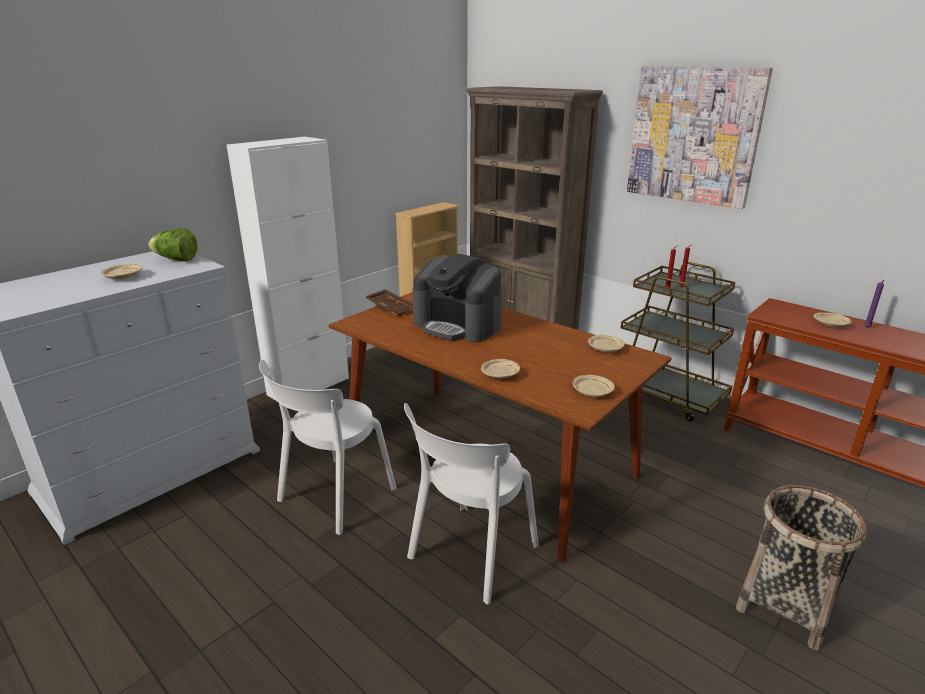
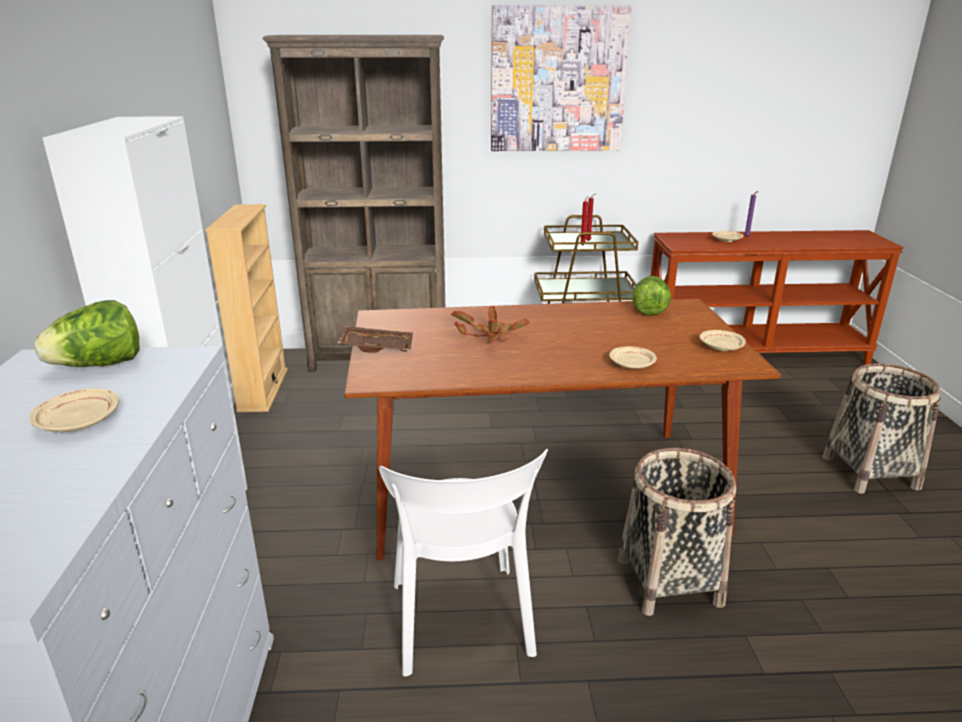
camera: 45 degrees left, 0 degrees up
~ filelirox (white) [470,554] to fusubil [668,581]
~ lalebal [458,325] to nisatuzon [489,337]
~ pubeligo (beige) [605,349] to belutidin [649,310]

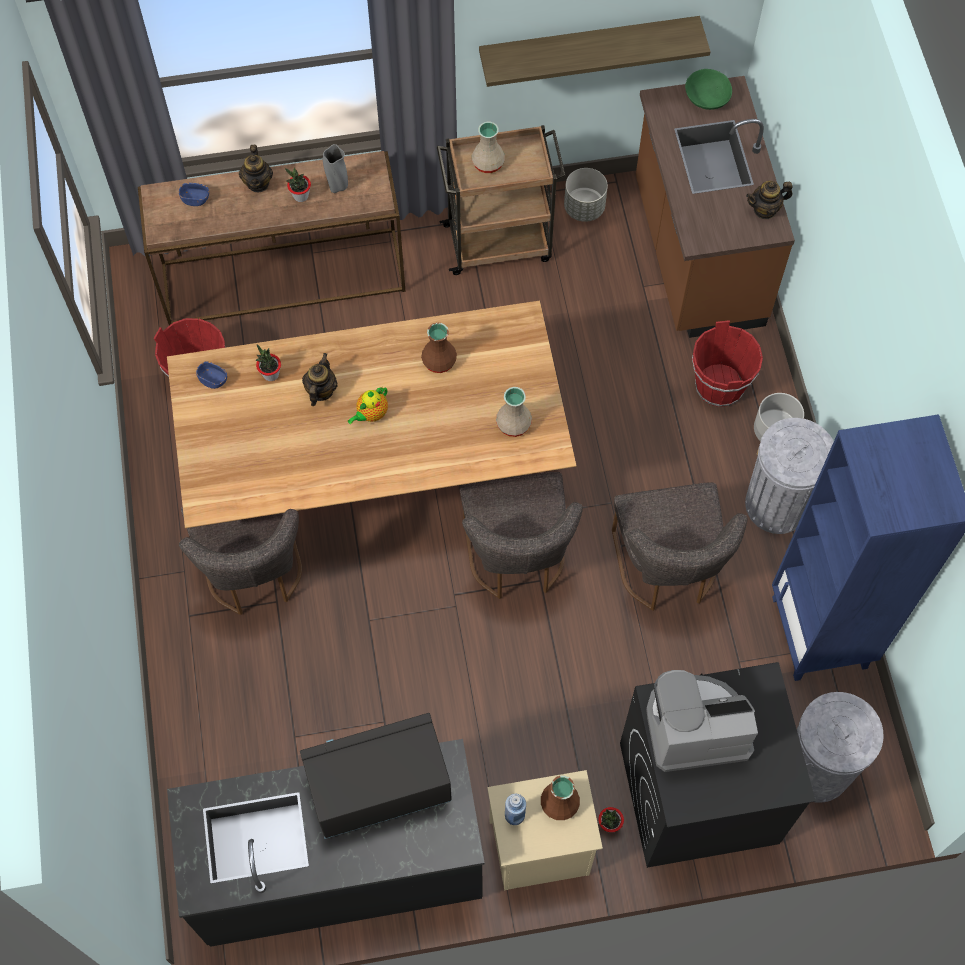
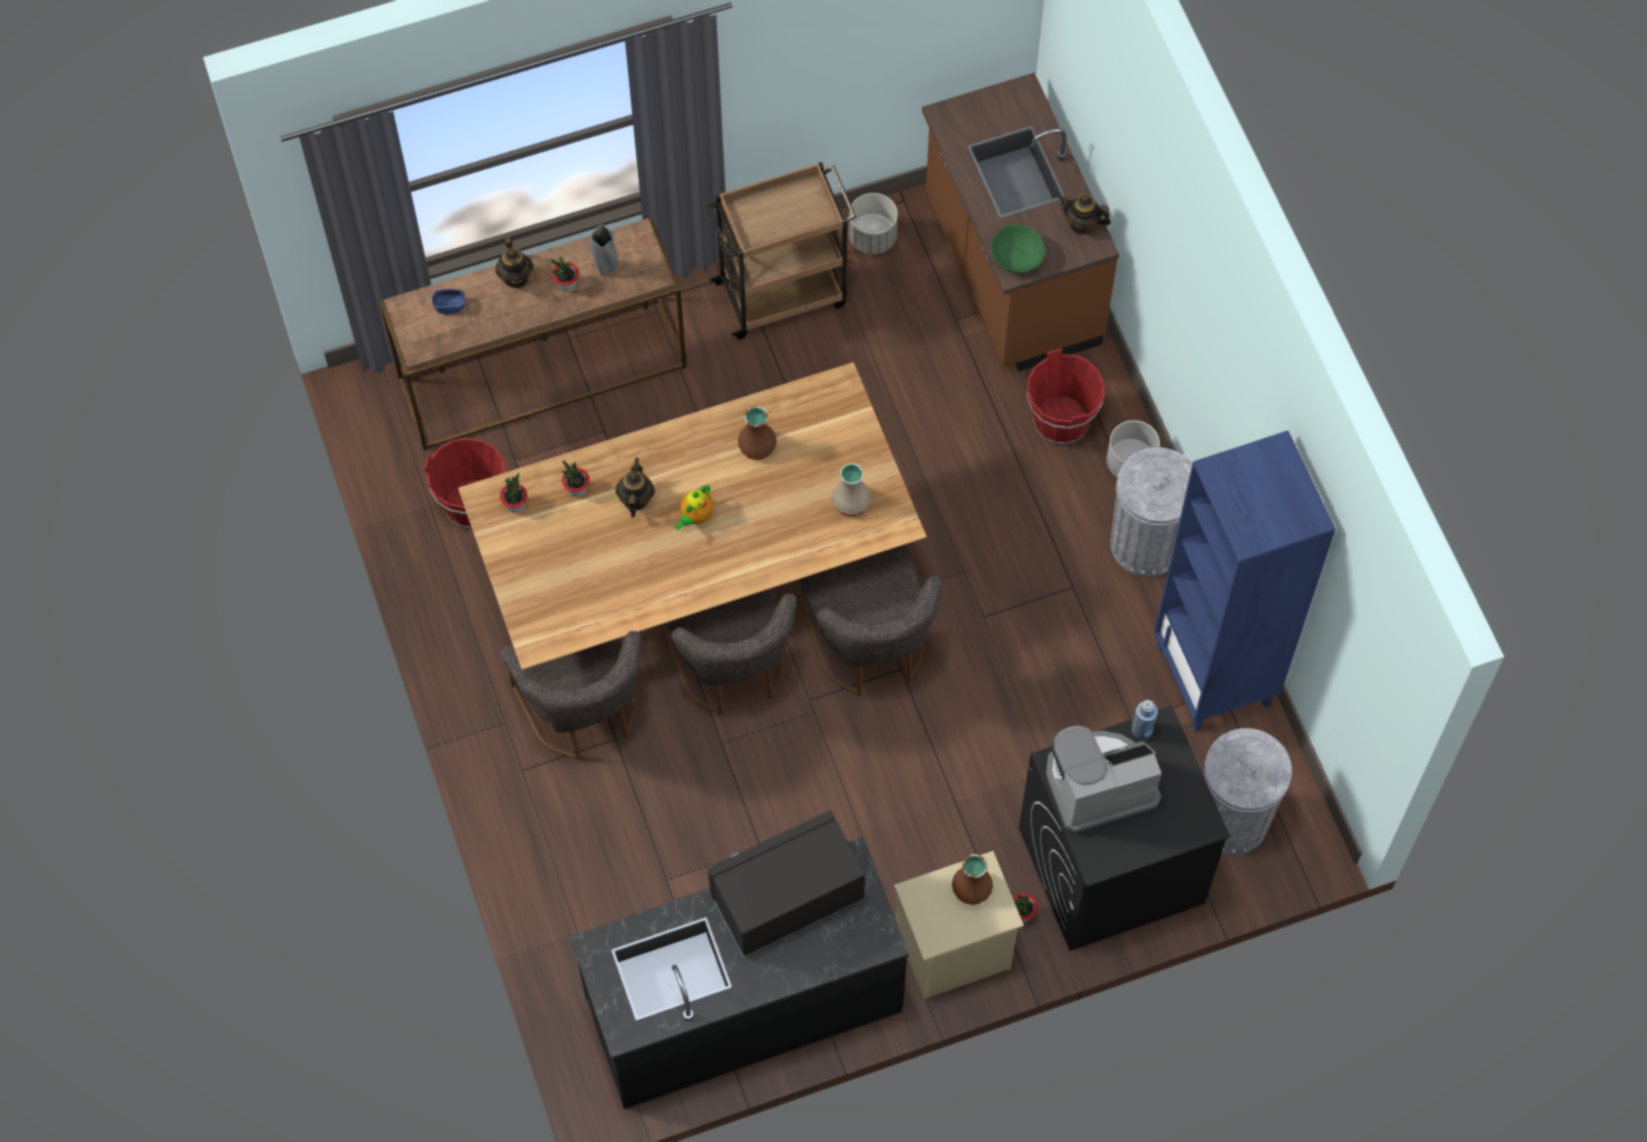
camera: 10 degrees left, 0 degrees up
~ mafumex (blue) [213,380] to nisatuzon [515,505]
- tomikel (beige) [489,163]
- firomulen [588,45]
~ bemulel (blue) [514,815] to [1142,730]
~ filelirox (grey) [667,569] to [732,667]
~ mafumex (green) [706,98] to [1016,258]
~ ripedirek [765,210] = [1082,224] 45 degrees clockwise

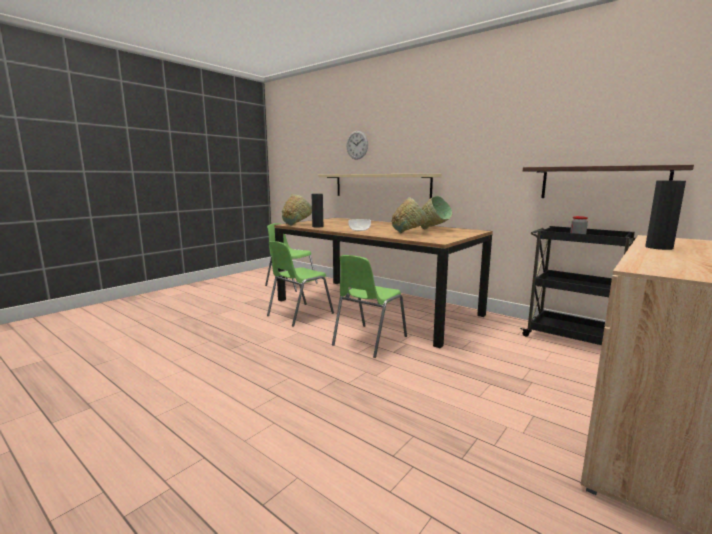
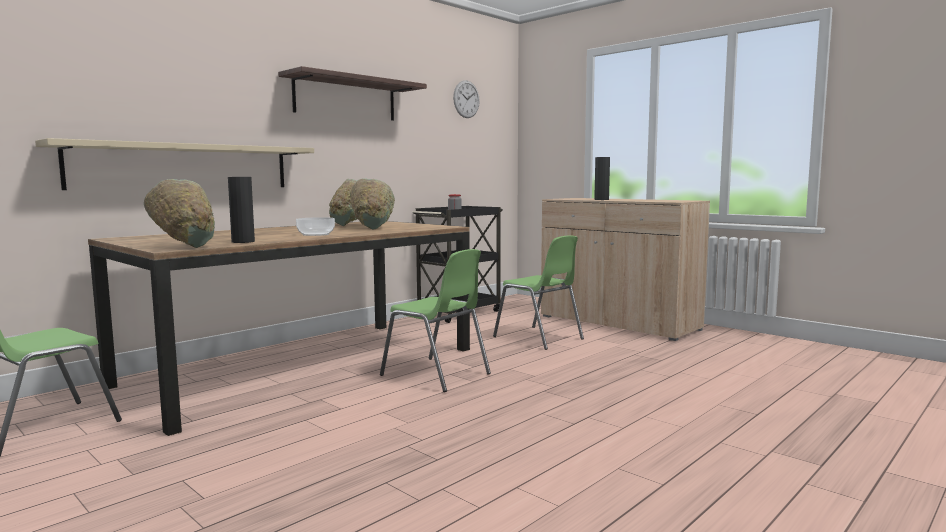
camera: 85 degrees left, 5 degrees down
~ filelirox (green) [299,315] to [539,338]
~ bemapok [357,145] to [466,99]
~ firomulen [602,183] to [345,98]

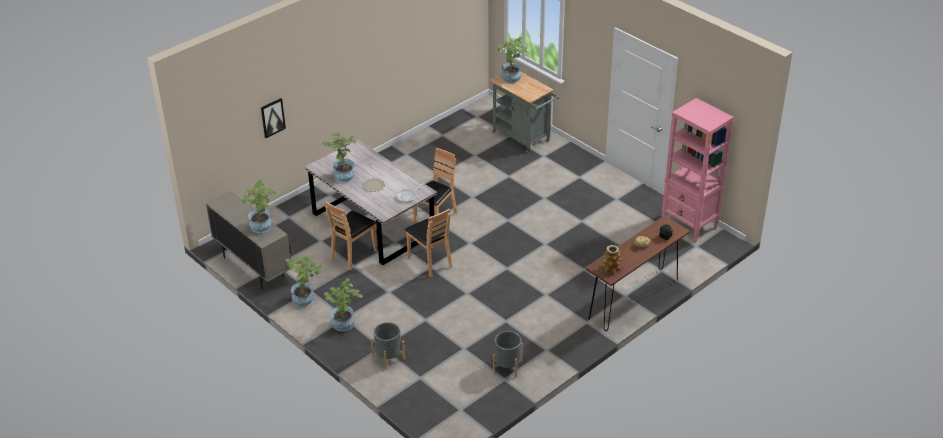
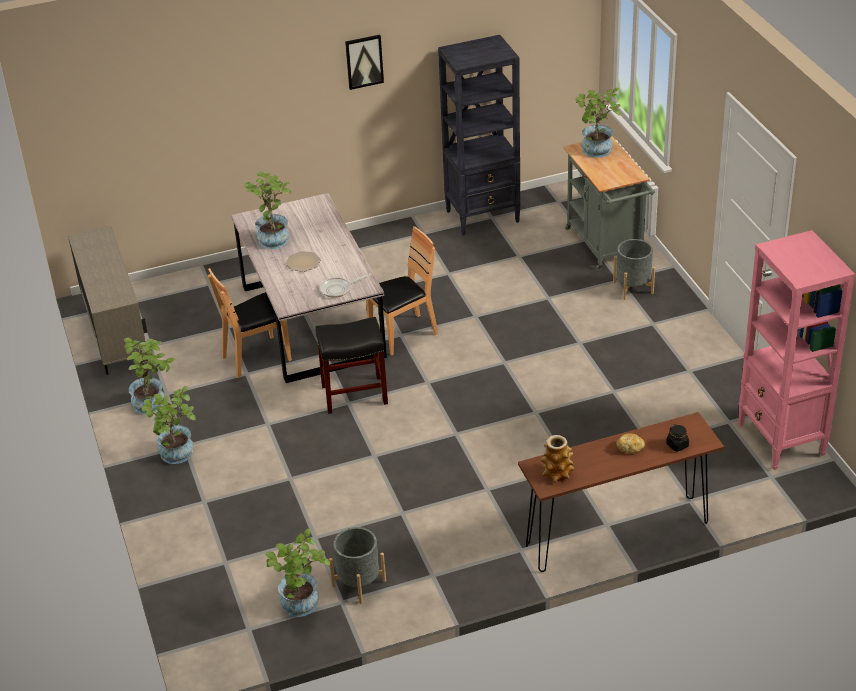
camera: 25 degrees right, 0 degrees up
~ nisatuzon [263,227] to [302,607]
~ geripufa [272,117] to [364,61]
~ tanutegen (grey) [388,357] to [633,287]
~ filelirox (brown) [430,261] to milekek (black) [354,395]
+ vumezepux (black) [483,216]

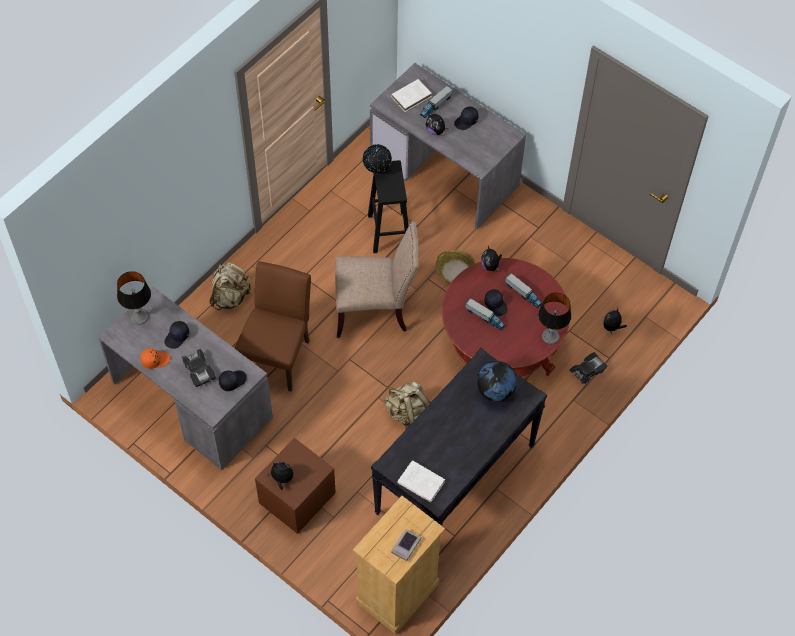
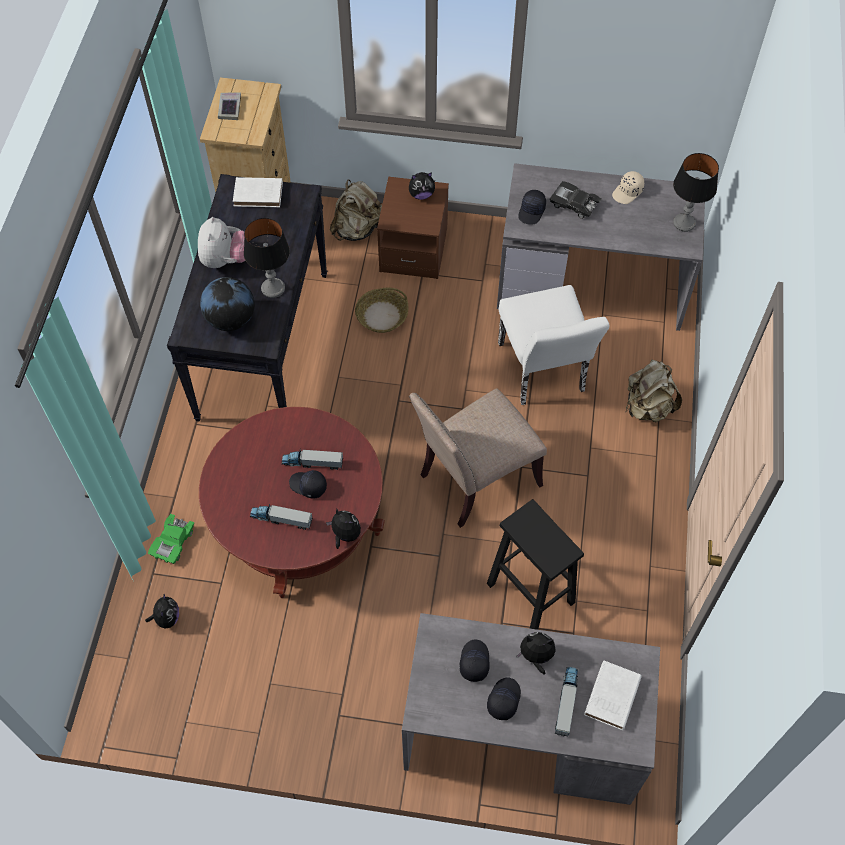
camera: 150 degrees right, 0 degrees up
~ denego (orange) [155,360] to denego (beige) [628,192]
~ denego (black) [177,337] to [473,662]
~ filelirox (brown) [278,354] to filelirox (white) [543,373]
- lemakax [377,169]
~ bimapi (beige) [407,412] to [357,229]
~ fusubil [456,271] to [381,316]
~ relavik [550,336] to [273,288]
~ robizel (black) [587,371] to robizel (green) [173,542]
+ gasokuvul [225,260]

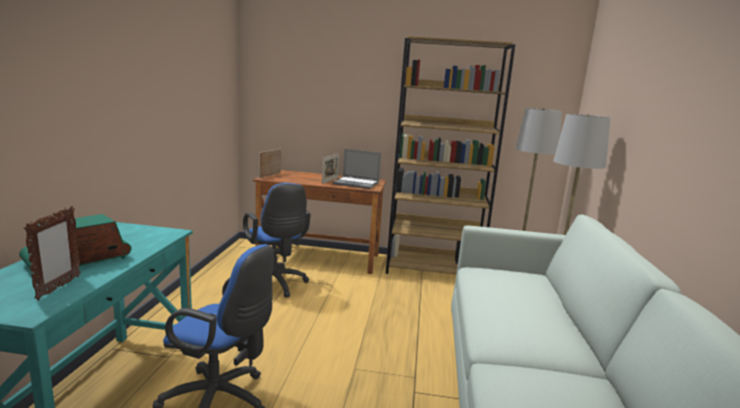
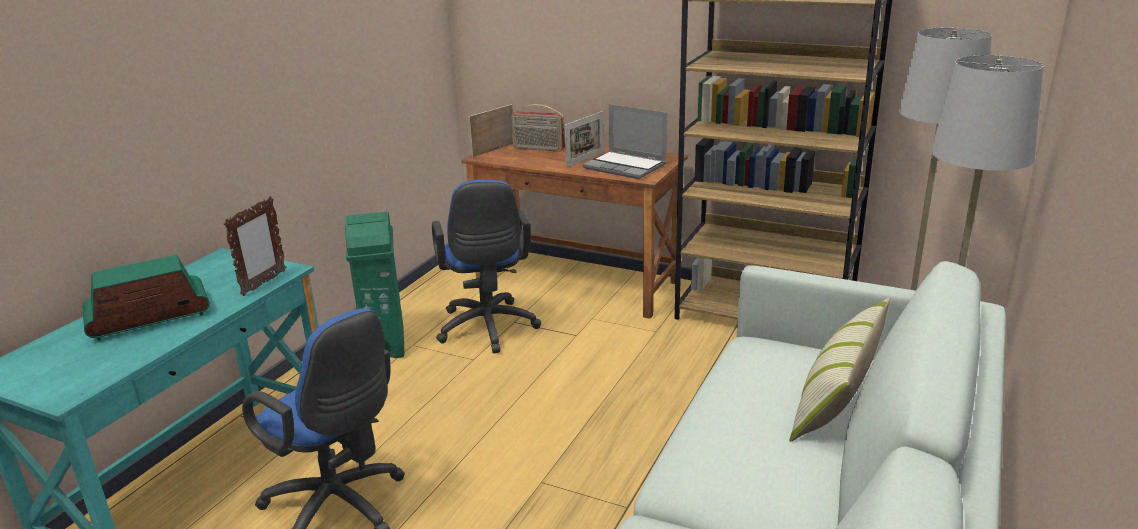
camera: 20 degrees right, 10 degrees up
~ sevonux [58,288] to [263,283]
+ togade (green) [385,344]
+ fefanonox [538,149]
+ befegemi [836,398]

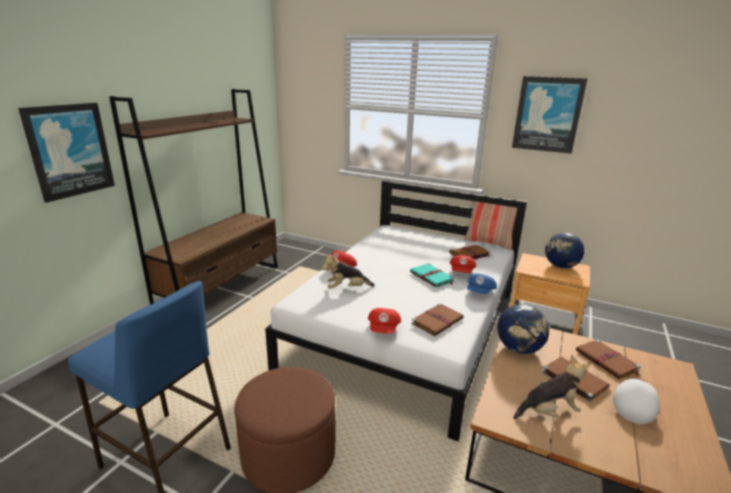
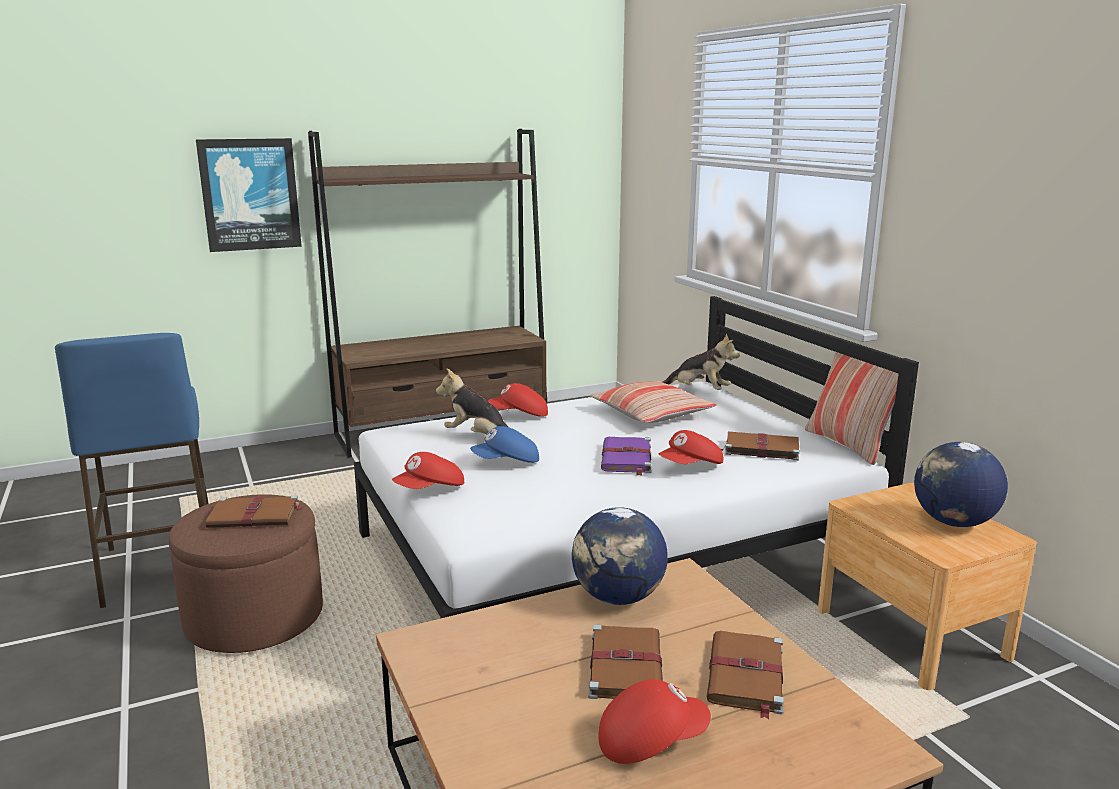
camera: 40 degrees right, 5 degrees down
~ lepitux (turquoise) [432,277] to lepitux (purple) [626,458]
~ lepitux (brown) [437,321] to [255,516]
~ denego (blue) [480,292] to [507,462]
- geripufa [547,114]
~ gasokuvul [548,411] to [699,391]
~ denego (white) [632,406] to denego (red) [650,740]
+ befegemi [651,414]

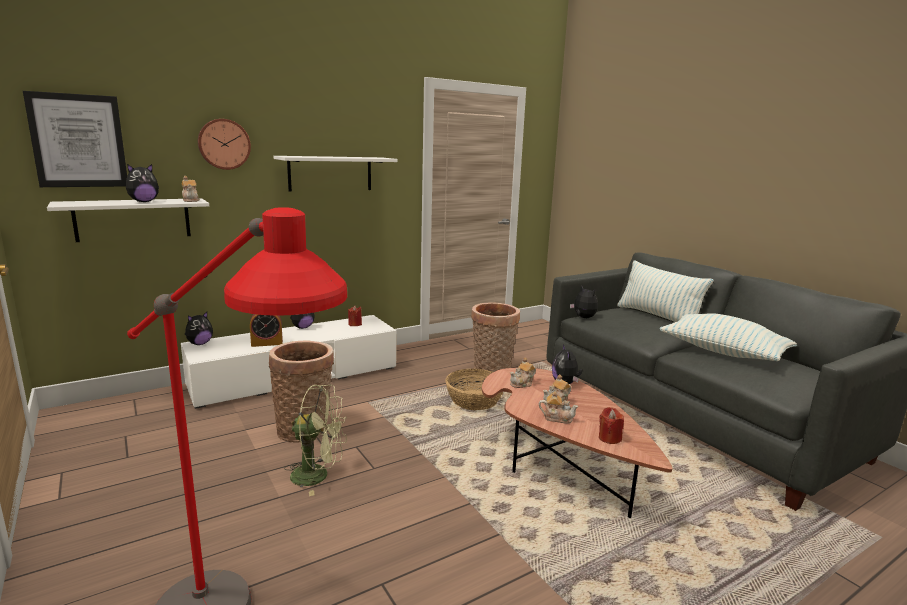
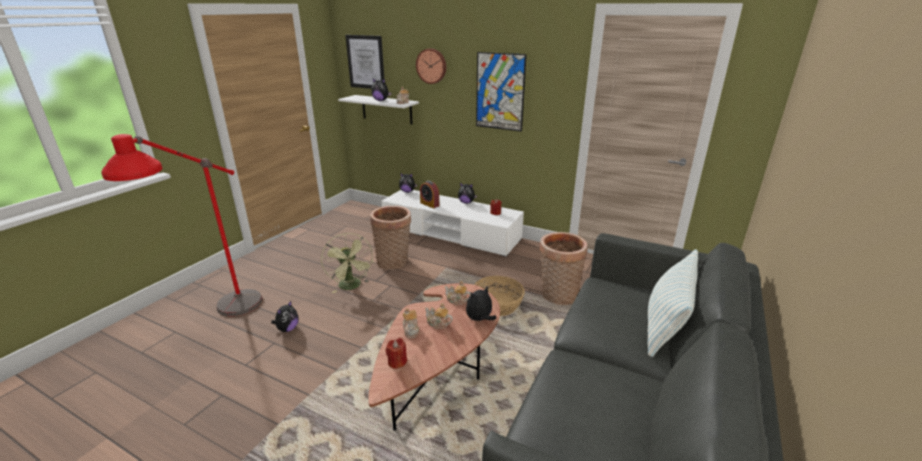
camera: 60 degrees right, 10 degrees up
~ firomulen (white) [330,173] to geripufa [500,92]
~ gasokuvul [583,318] to [287,329]
- befegemi [723,352]

